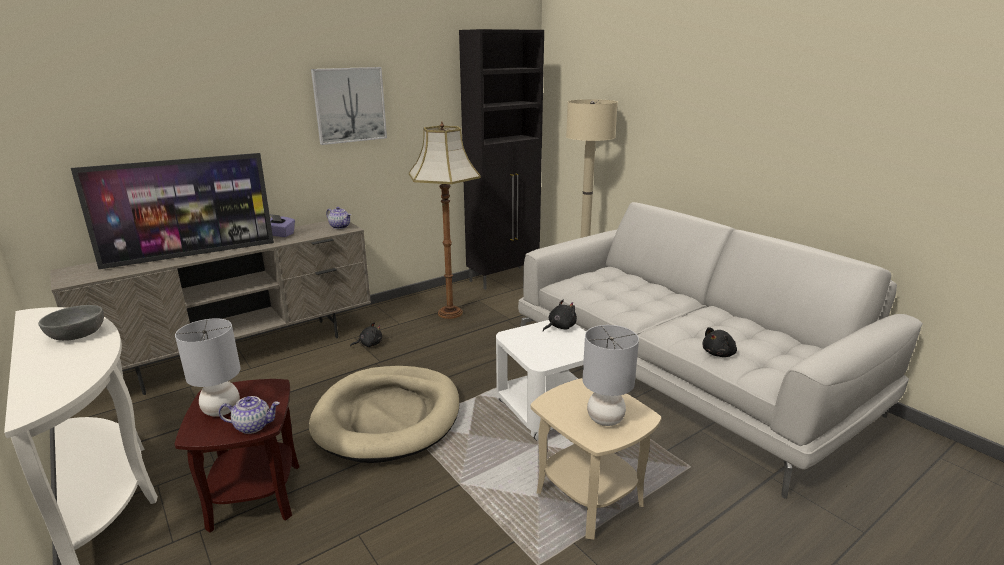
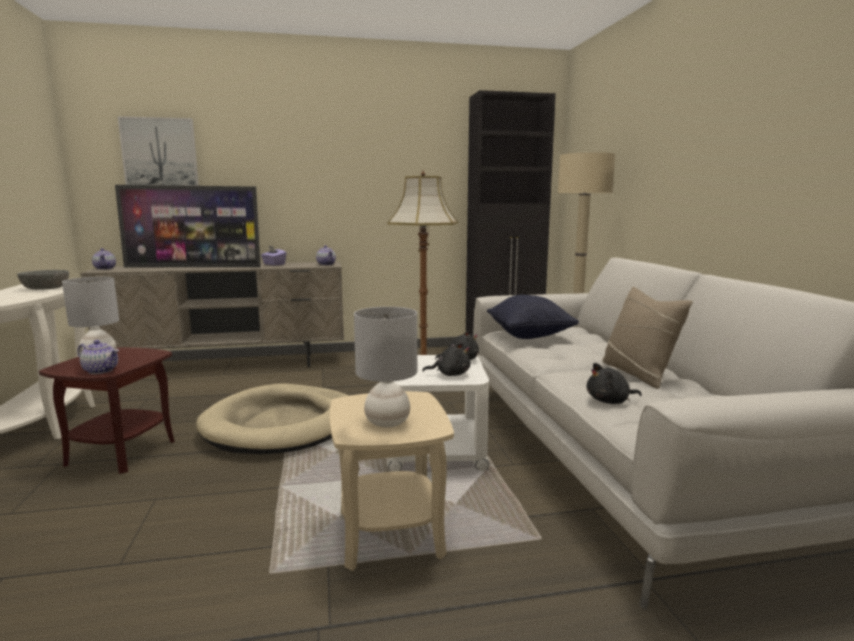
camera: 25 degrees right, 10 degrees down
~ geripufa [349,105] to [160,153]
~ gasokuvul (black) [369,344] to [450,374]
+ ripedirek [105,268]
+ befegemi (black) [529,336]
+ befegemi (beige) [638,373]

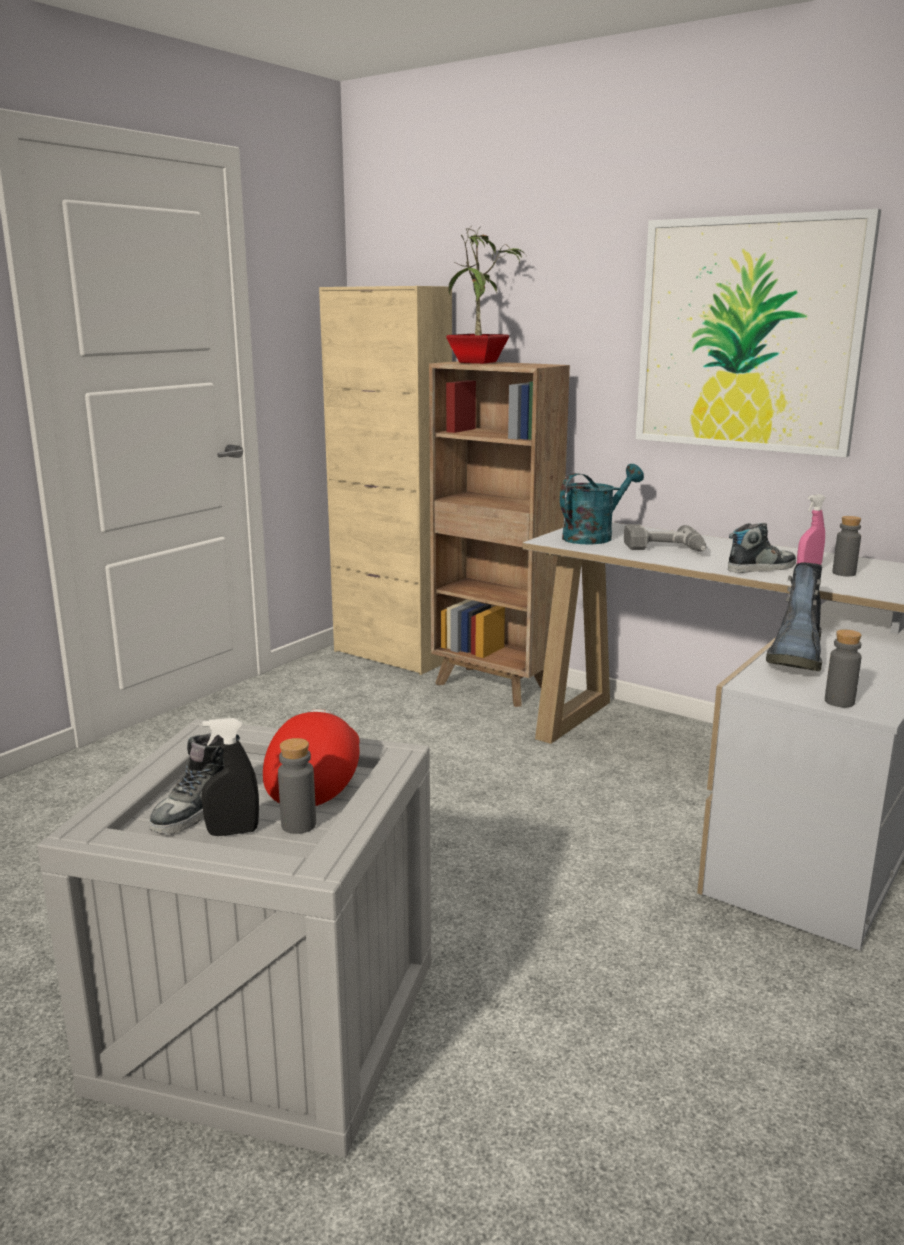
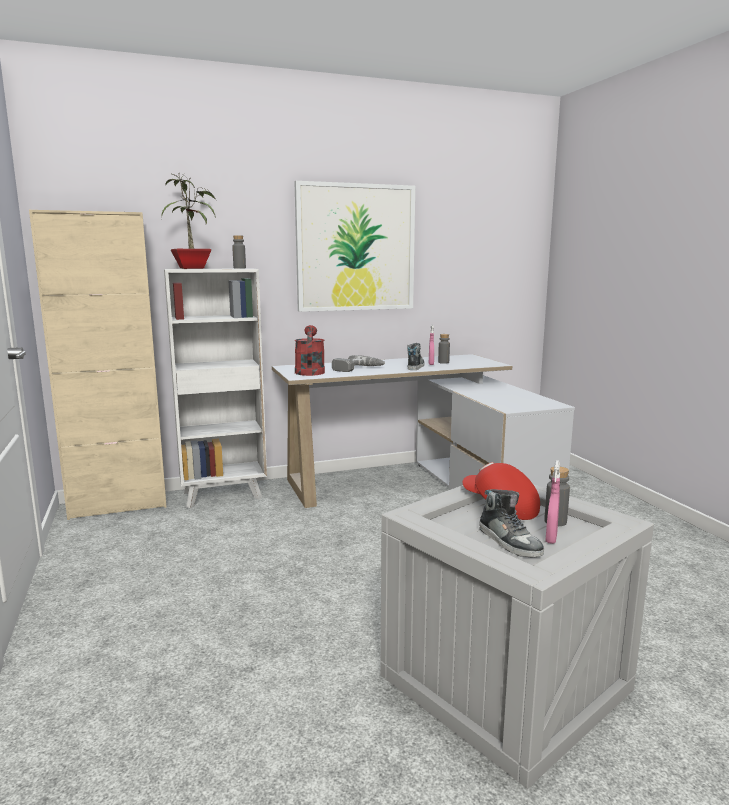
camera: 55 degrees left, 5 degrees down
~ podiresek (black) [233,832] to podiresek (pink) [551,538]
~ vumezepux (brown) [494,686] to vumezepux (white) [224,495]
~ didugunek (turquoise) [594,536] to didugunek (red) [309,371]
- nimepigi [796,657]
~ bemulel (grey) [839,702] to [239,268]

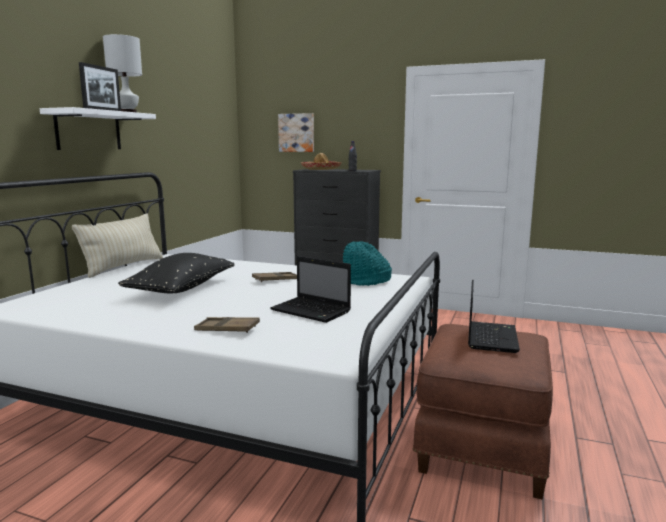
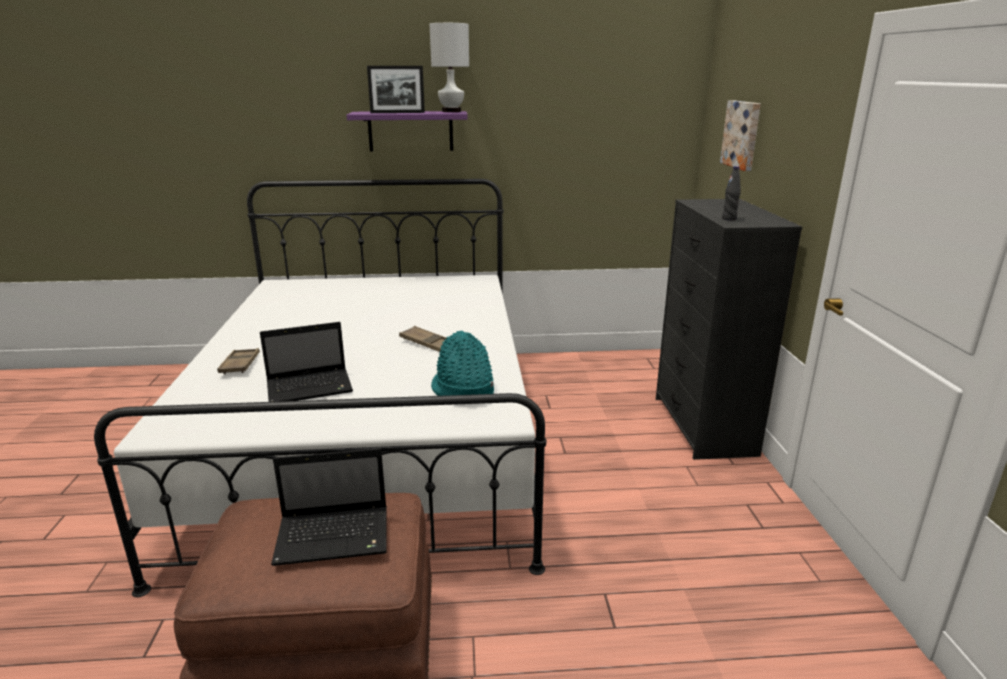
camera: 65 degrees right, 10 degrees up
~ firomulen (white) [88,130] to firomulen (purple) [410,131]
- befegemi (beige) [123,267]
- befegemi (black) [182,289]
~ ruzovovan [312,311] = [311,387] 120 degrees counterclockwise
- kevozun [321,169]

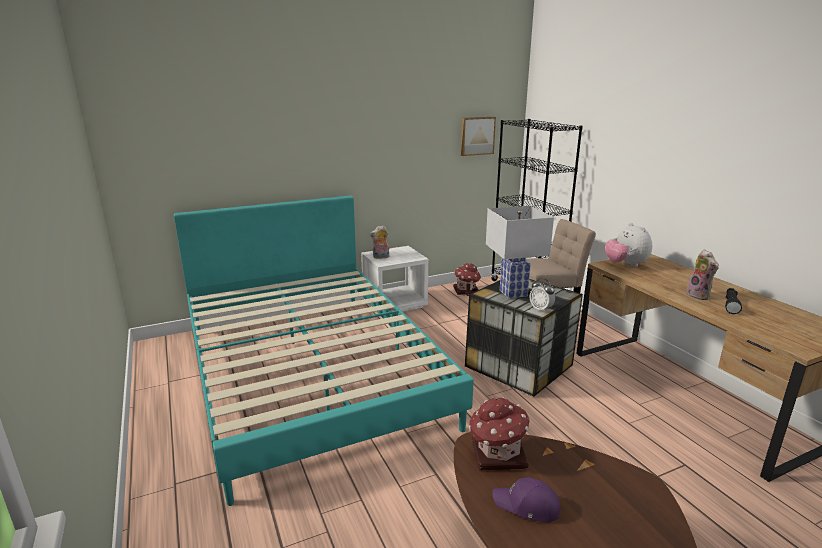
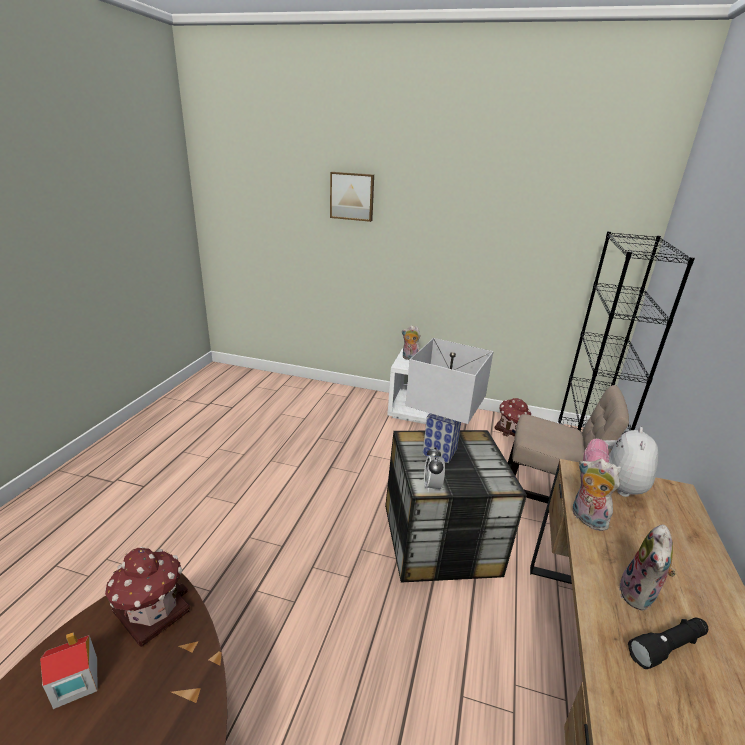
camera: 40 degrees right, 5 degrees up
- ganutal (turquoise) [310,373]
~ geripufa [477,136] to [352,196]
~ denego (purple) [527,506] to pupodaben [75,682]
+ gasokuvul [586,519]

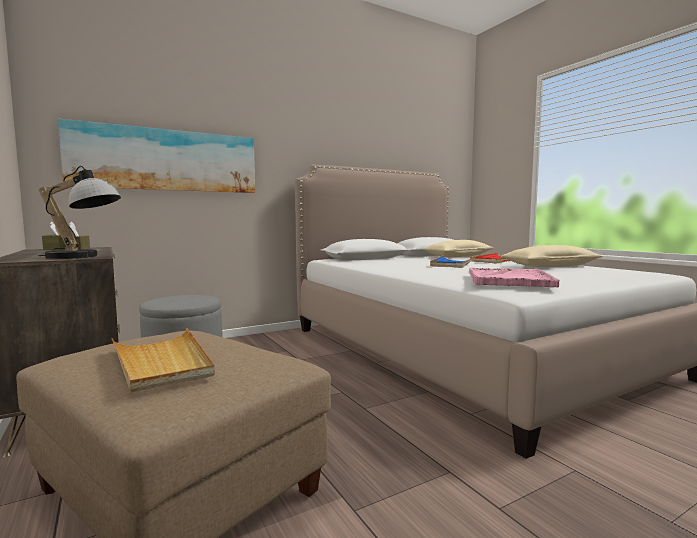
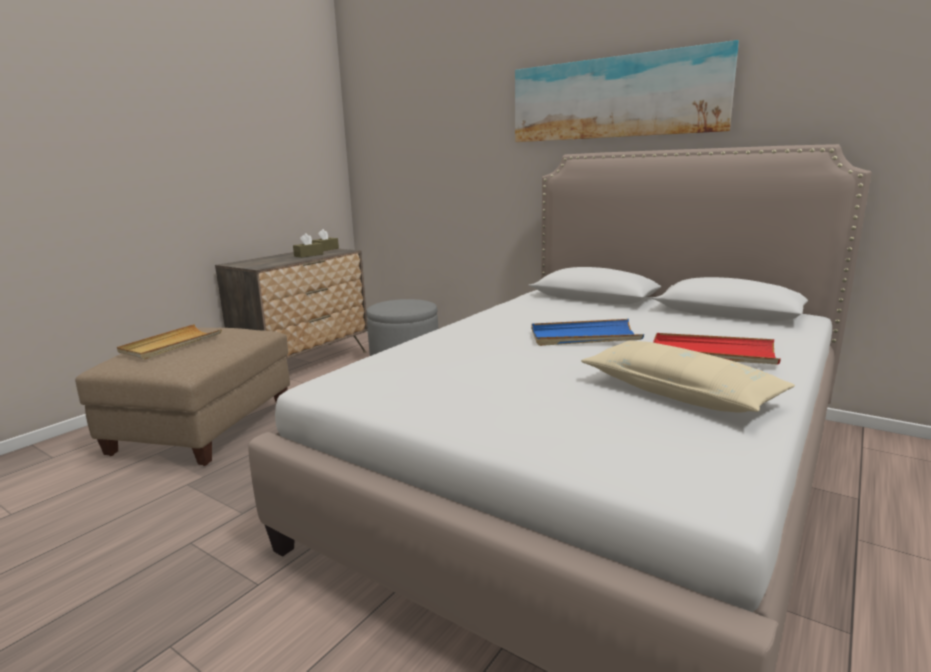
camera: 65 degrees right, 10 degrees up
- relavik [83,257]
~ geripufa [166,160] to [614,98]
- befegemi (beige) [458,256]
- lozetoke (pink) [508,279]

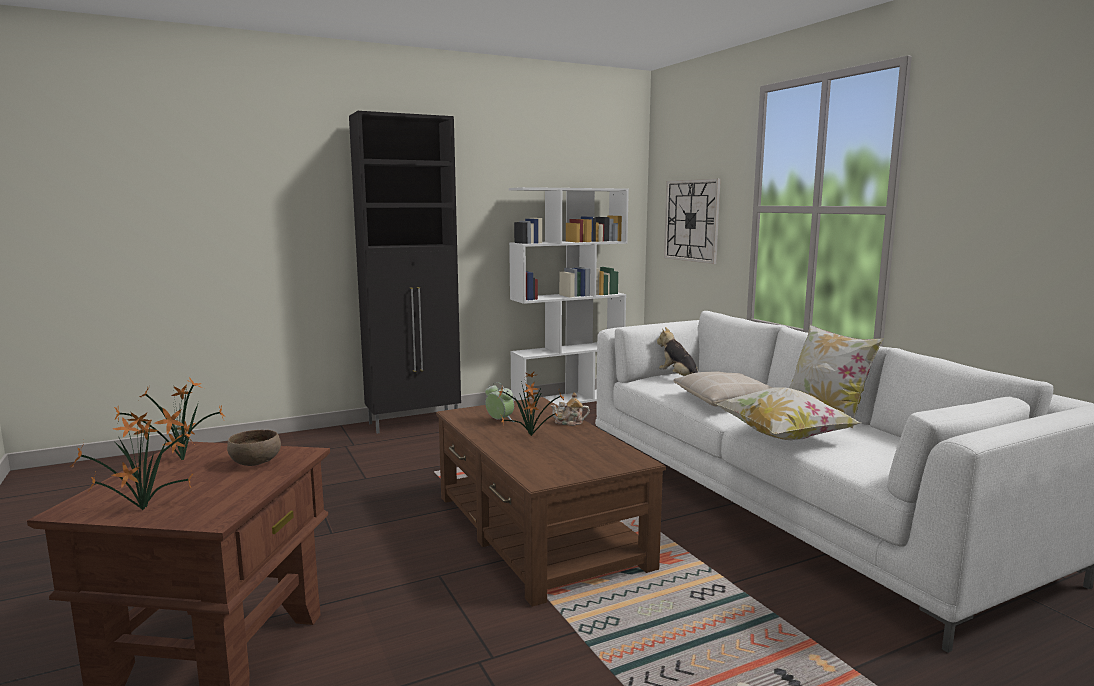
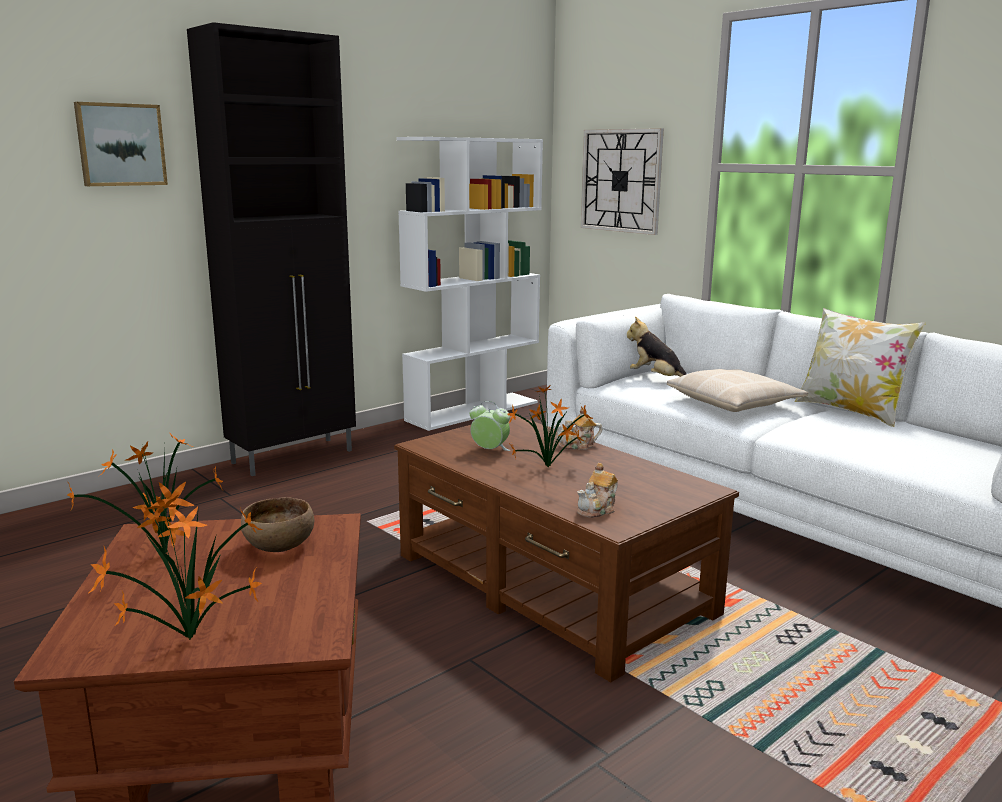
camera: 15 degrees left, 5 degrees up
- befegemi [783,437]
+ geripufa [120,145]
+ ripedirek [597,510]

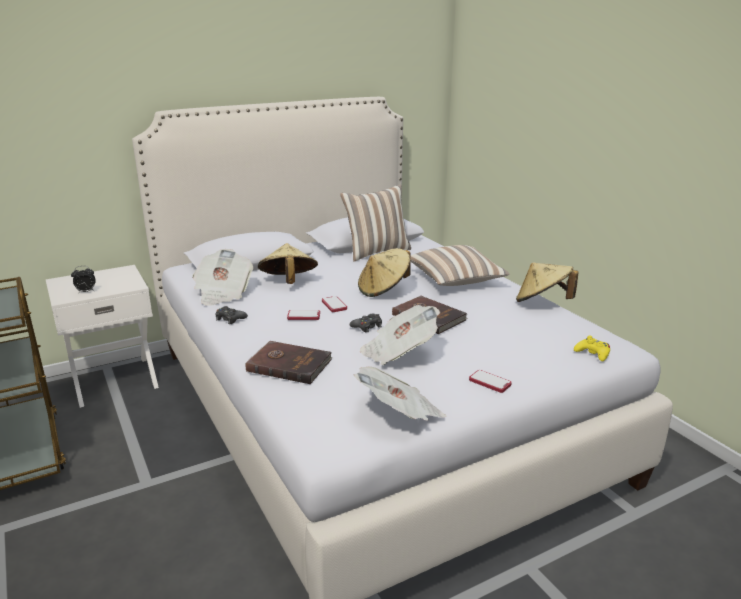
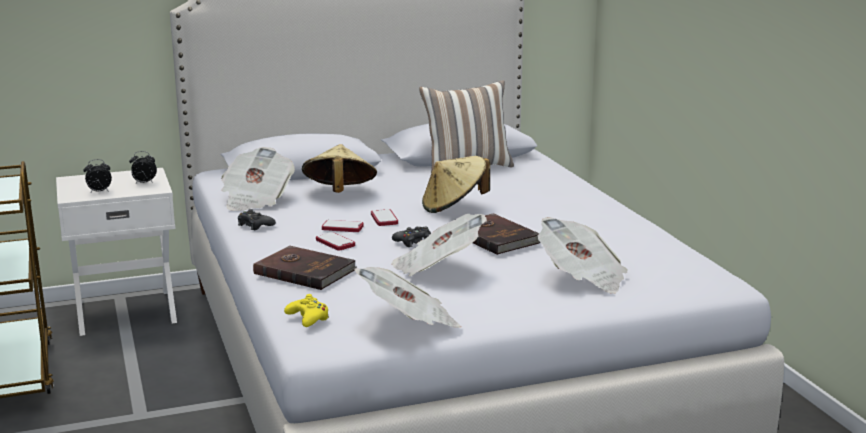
camera: 10 degrees right, 5 degrees down
- befegemi [456,280]
~ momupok [490,382] to [335,243]
- kevozun (beige) [542,302]
~ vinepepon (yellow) [593,353] to [308,318]
+ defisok [144,183]
+ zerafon [582,278]

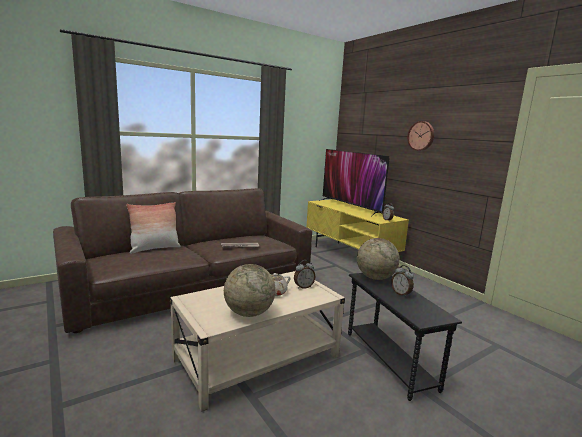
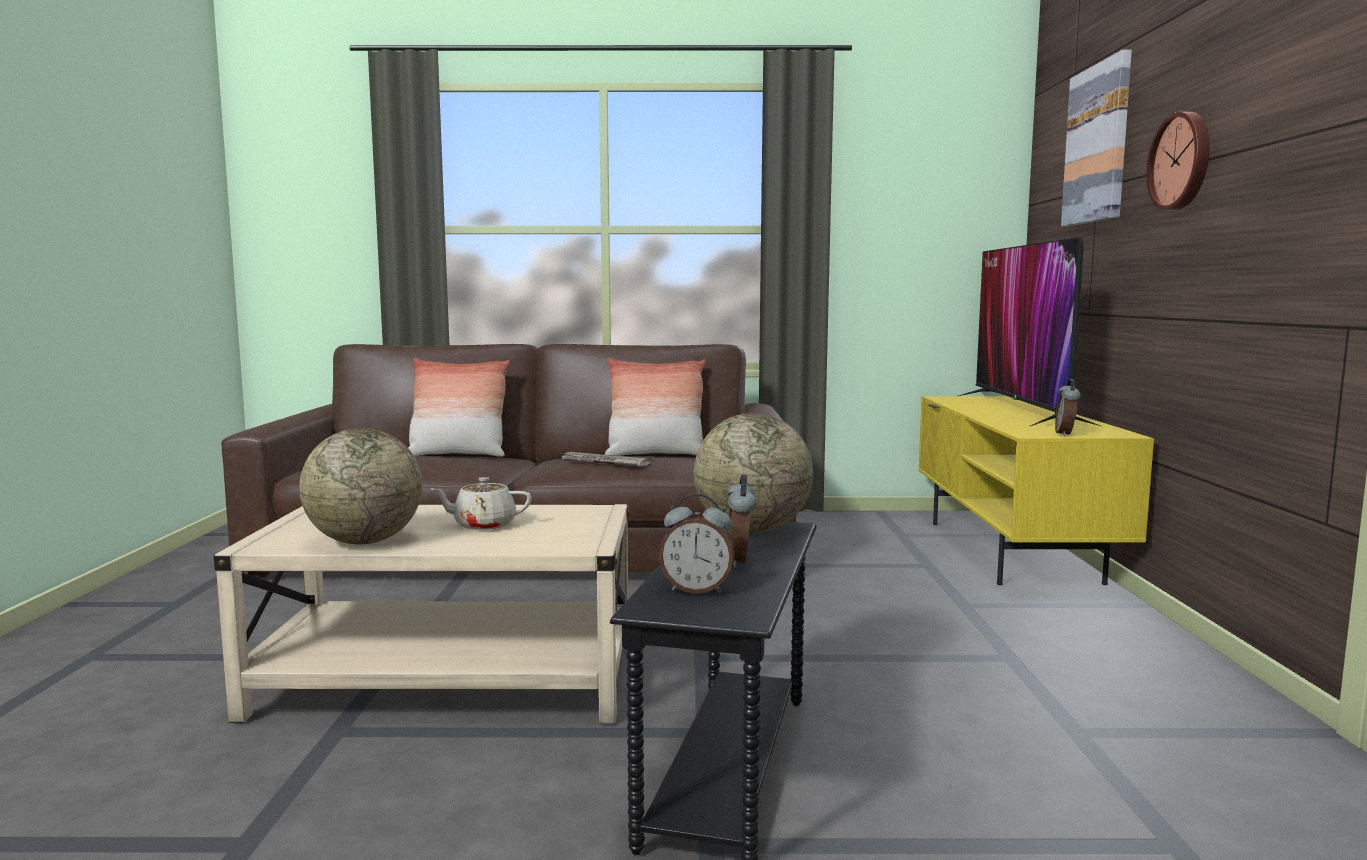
camera: 35 degrees right, 5 degrees down
~ defisok [303,287] to [697,590]
+ befegemi [655,455]
+ geripufa [1098,144]

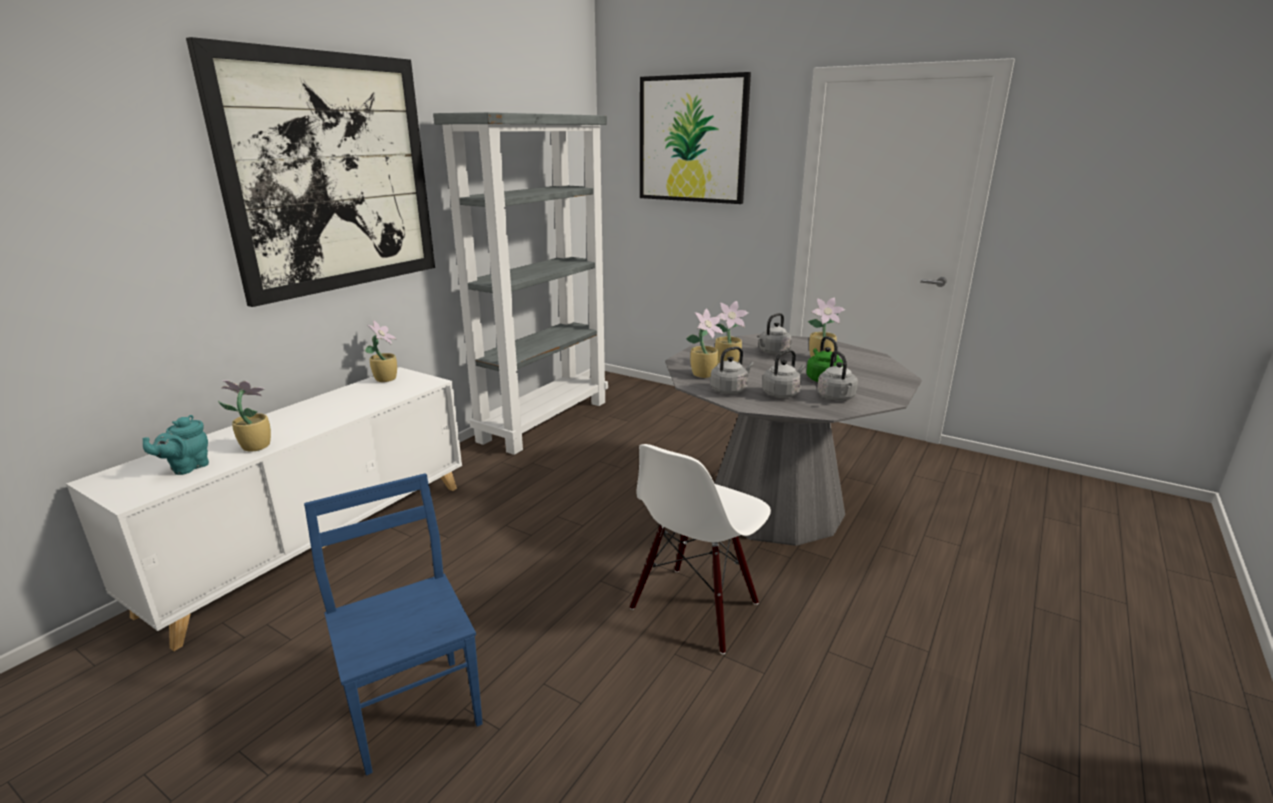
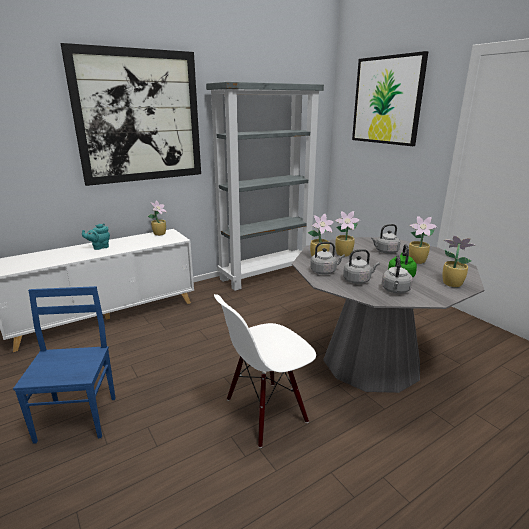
camera: 25 degrees right, 0 degrees up
~ ripedirek (turquoise) [187,468] to [99,247]
~ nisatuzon [255,446] to [451,283]

